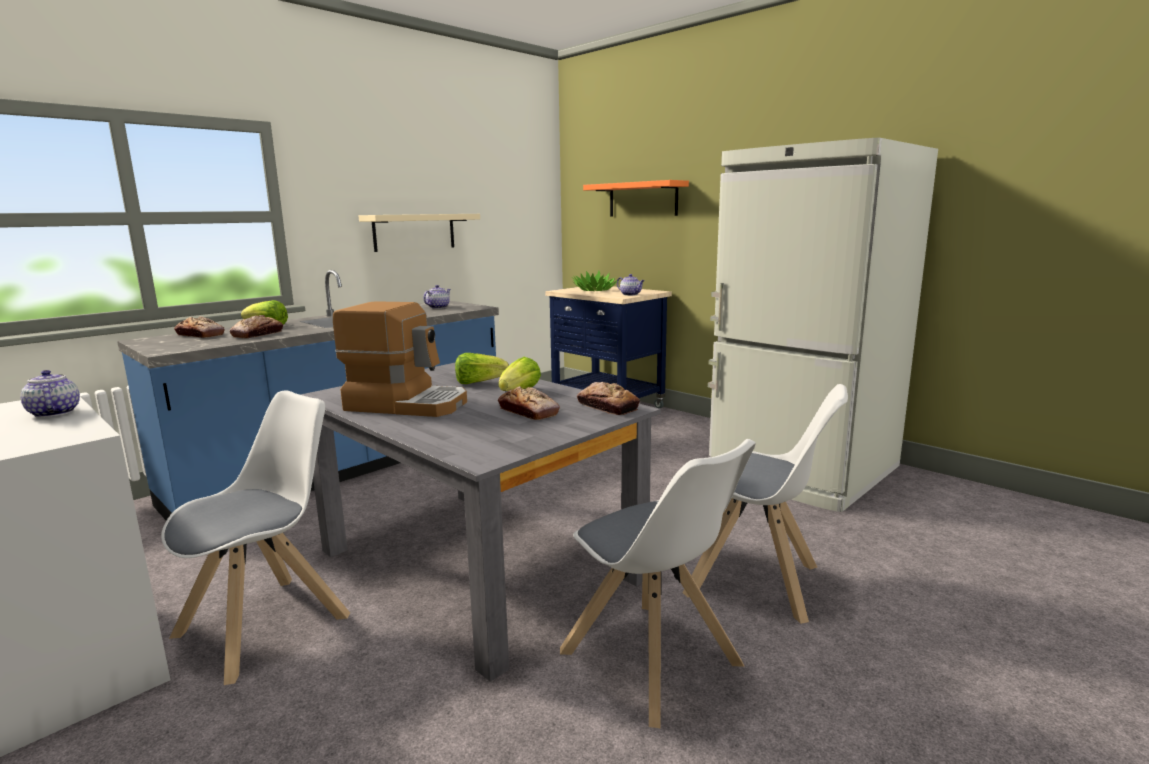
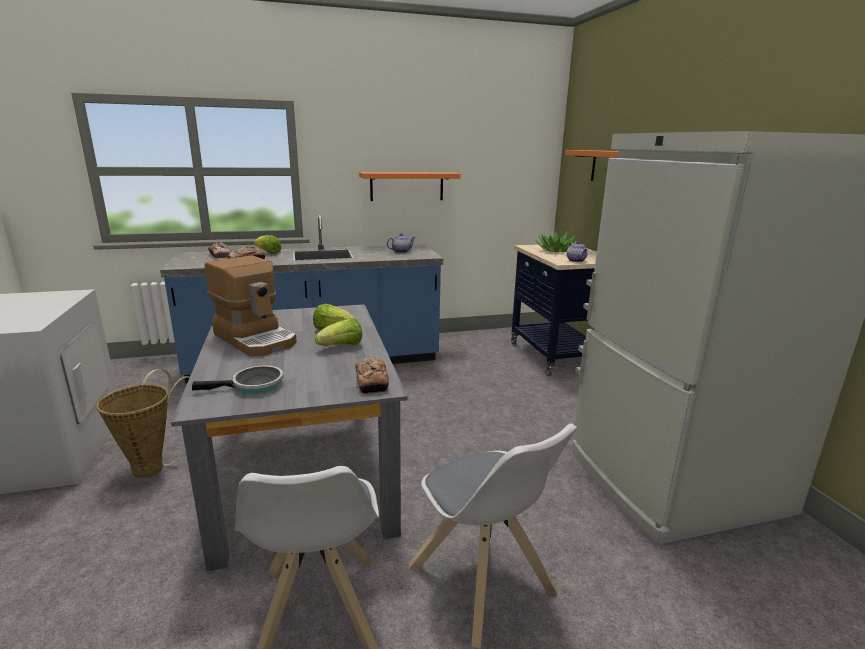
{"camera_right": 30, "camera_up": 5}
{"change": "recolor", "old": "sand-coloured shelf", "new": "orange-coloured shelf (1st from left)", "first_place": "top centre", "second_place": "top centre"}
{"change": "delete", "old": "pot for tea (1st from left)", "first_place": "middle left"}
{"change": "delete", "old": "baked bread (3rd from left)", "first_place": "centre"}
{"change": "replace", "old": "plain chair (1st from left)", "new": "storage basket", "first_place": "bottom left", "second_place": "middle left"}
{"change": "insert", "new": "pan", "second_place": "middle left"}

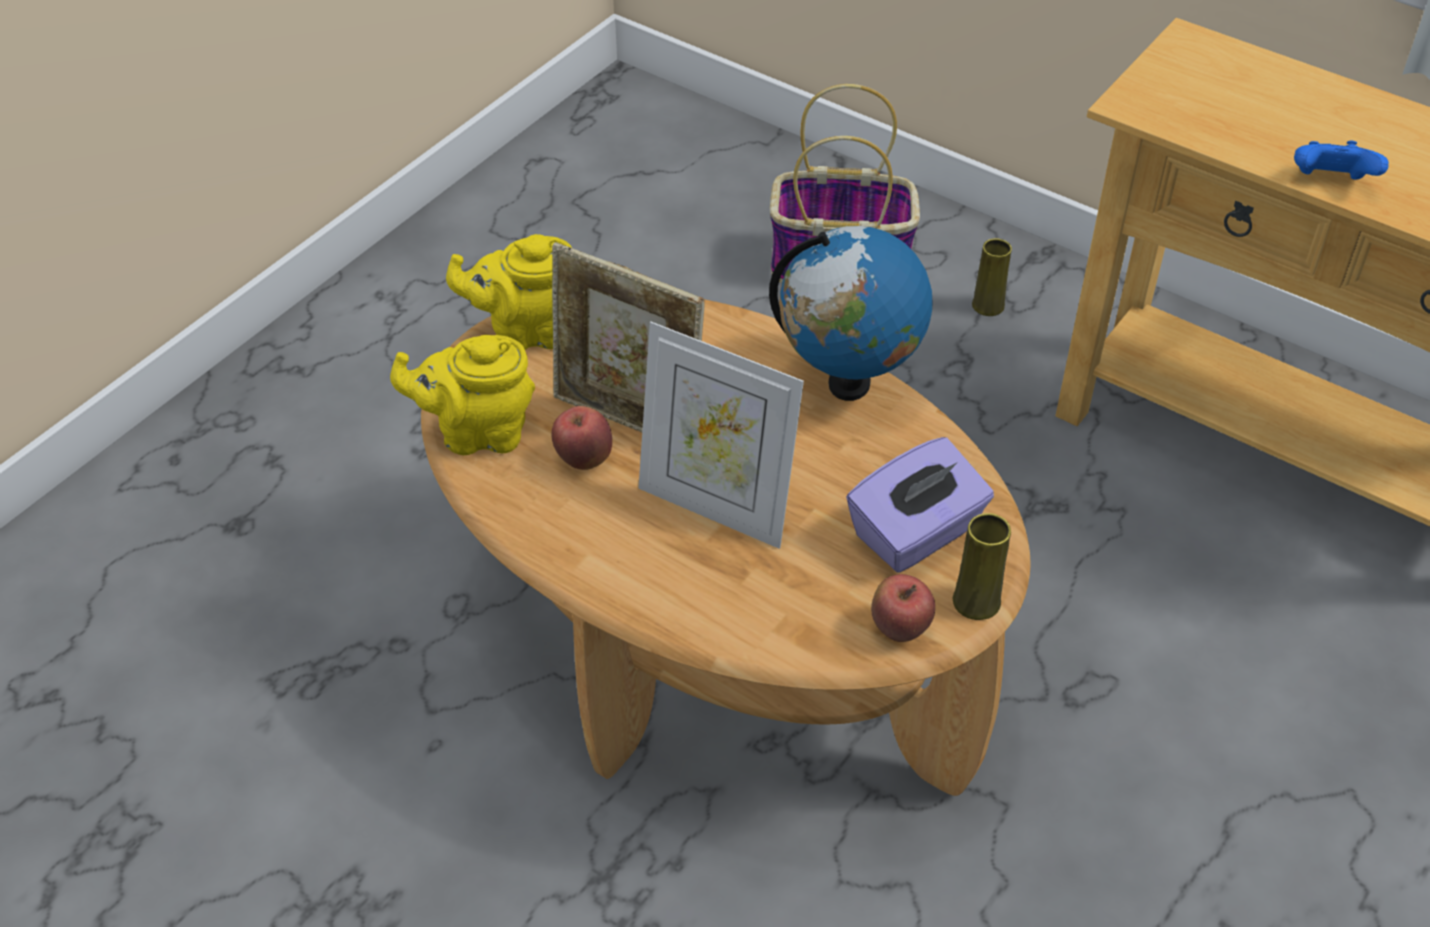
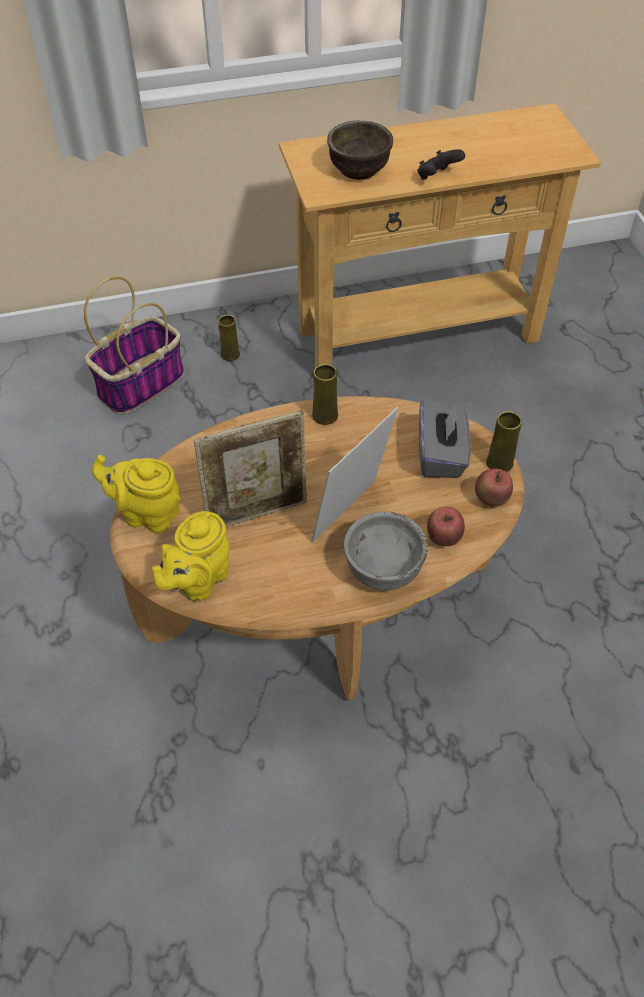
{"camera_right": -50, "camera_up": 5}
{"change": "recolor", "old": "blue joypad", "new": "blackish joypad", "first_place": "top right", "second_place": "top right"}
{"change": "replace", "old": "desk globe", "new": "yellow-coloured vase (2nd from left)", "first_place": "centre", "second_place": "centre"}
{"change": "rotate", "old": "yellow-coloured pot for tea (2nd from left in the first image)", "first_place": "top centre", "second_place": "middle left", "degrees": 75}
{"change": "rotate", "old": "photo frame (2nd from left)", "first_place": "centre", "second_place": "centre", "degrees": 150}
{"change": "move", "old": "apple (1st from left)", "first_place": "centre", "second_place": "middle right"}
{"change": "recolor", "old": "purple tissue holder", "new": "greyish tissue holder", "first_place": "centre", "second_place": "middle right"}
{"change": "insert", "new": "brown serving bowl", "second_place": "top centre"}
{"change": "insert", "new": "greyish serving bowl", "second_place": "centre"}

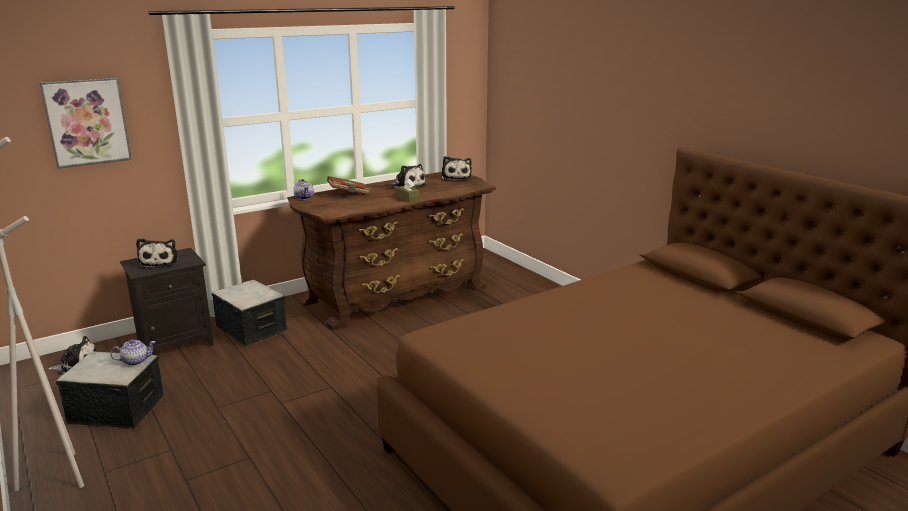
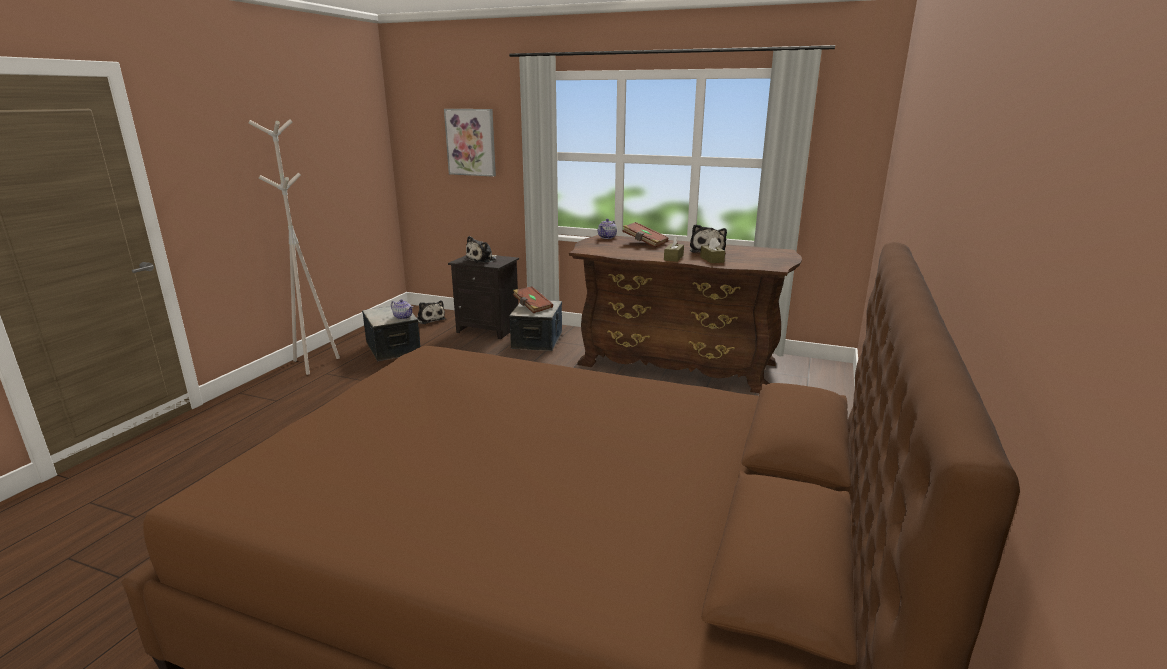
{"camera_right": 55, "camera_up": 0}
{"change": "delete", "old": "plush toy (4th from left)", "first_place": "top centre"}
{"change": "insert", "new": "brown tissue holder (2nd from left)", "second_place": "centre"}
{"change": "insert", "new": "brown volume (1st from left)", "second_place": "centre"}

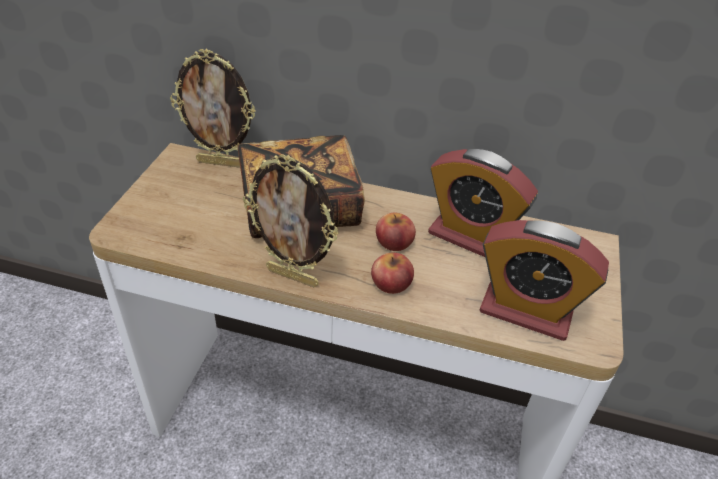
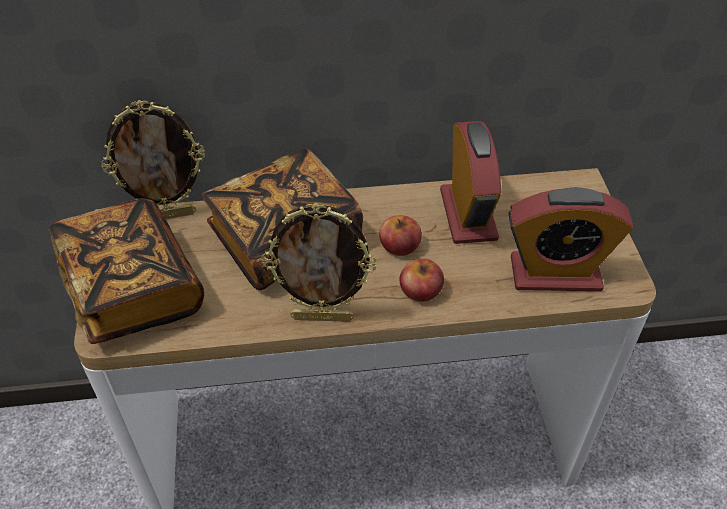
{"camera_right": -20, "camera_up": 5}
{"change": "rotate", "old": "bedside clock (1st from left)", "first_place": "middle right", "second_place": "centre", "degrees": -105}
{"change": "insert", "new": "volume (1st from left)", "second_place": "middle left"}

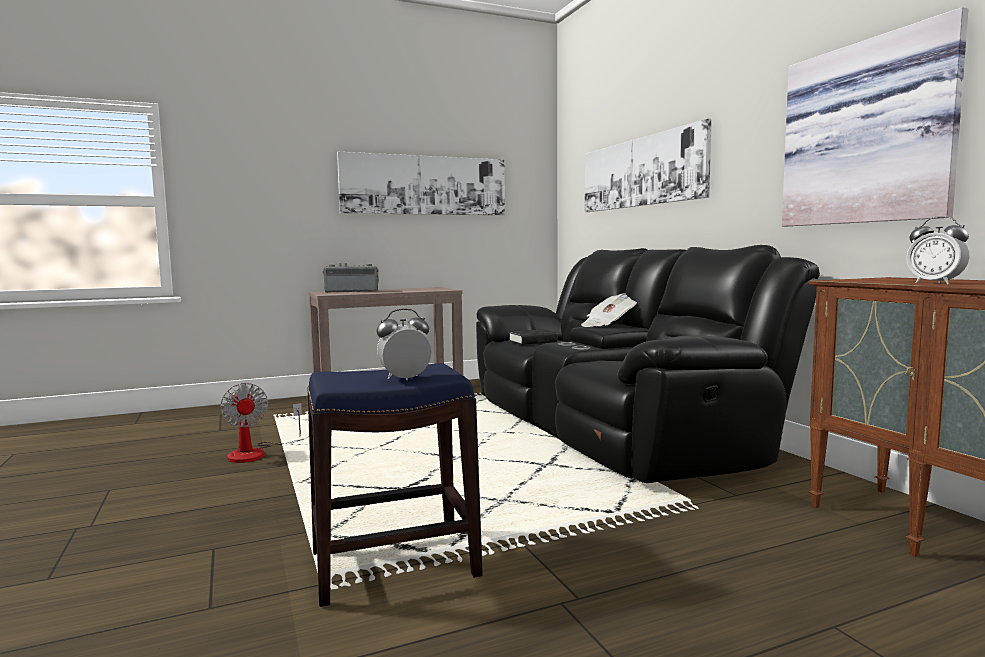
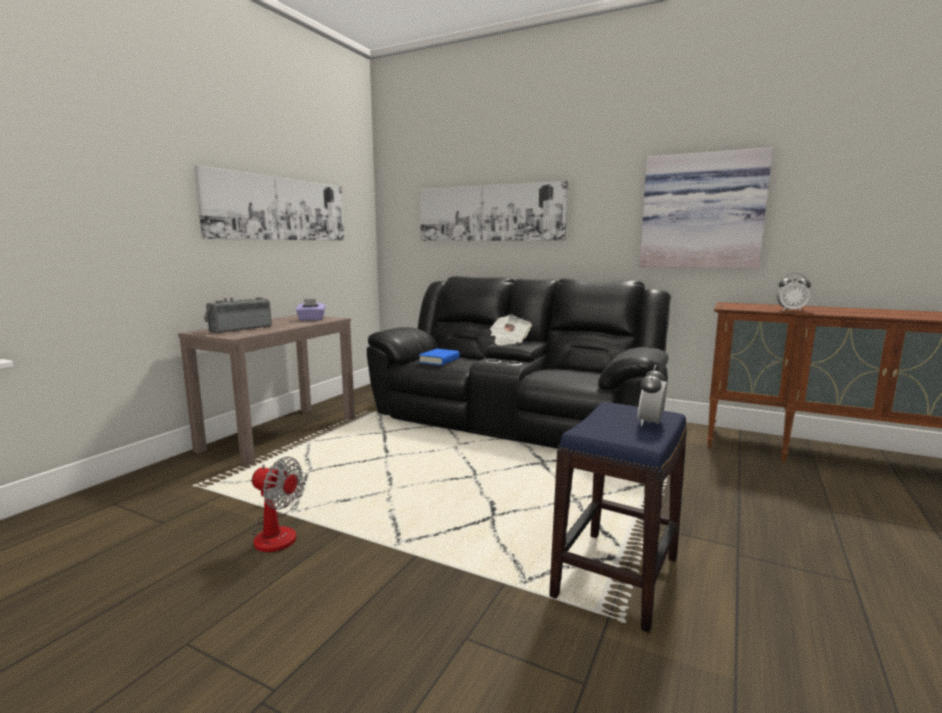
{"camera_right": -40, "camera_up": 5}
{"change": "recolor", "old": "blackish volume", "new": "blue volume", "first_place": "centre", "second_place": "centre"}
{"change": "insert", "new": "purple tissue holder", "second_place": "middle left"}

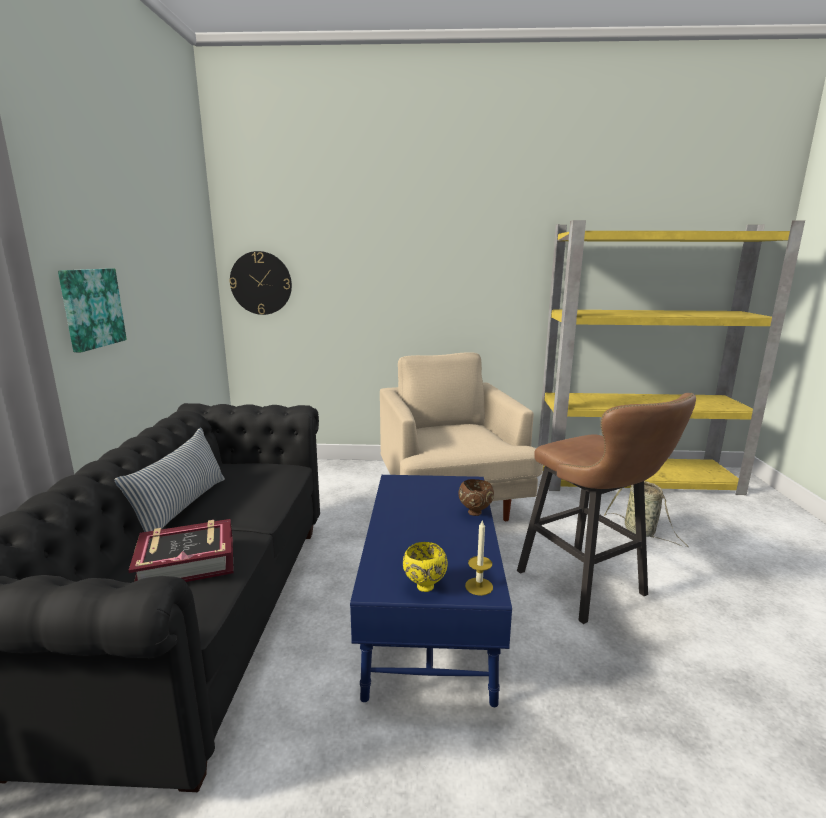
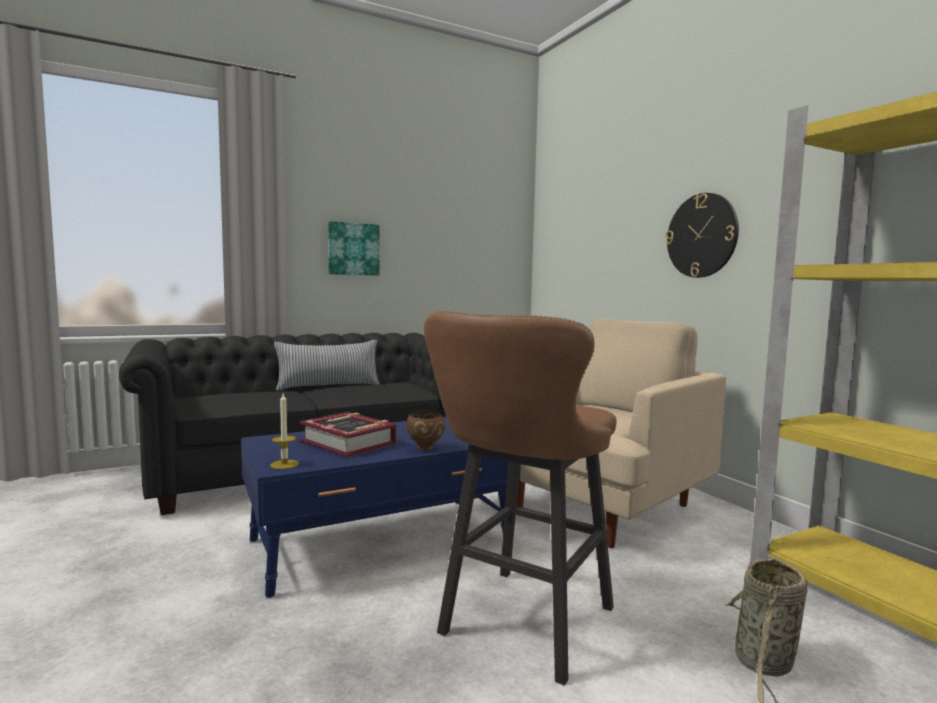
{"camera_right": 60, "camera_up": -10}
{"change": "move", "old": "wall clock", "first_place": "middle left", "second_place": "middle right"}
{"change": "move", "old": "volume", "first_place": "bottom left", "second_place": "centre"}
{"change": "delete", "old": "yellow-coloured serving bowl", "first_place": "bottom centre"}

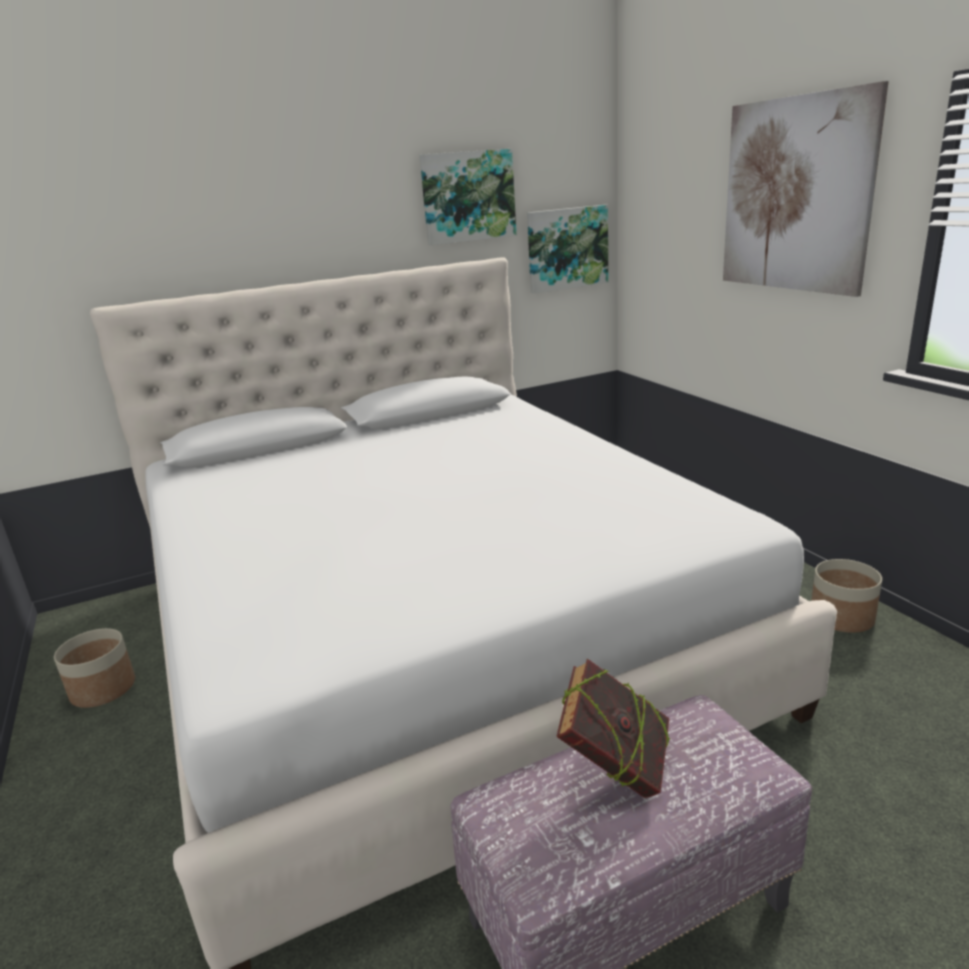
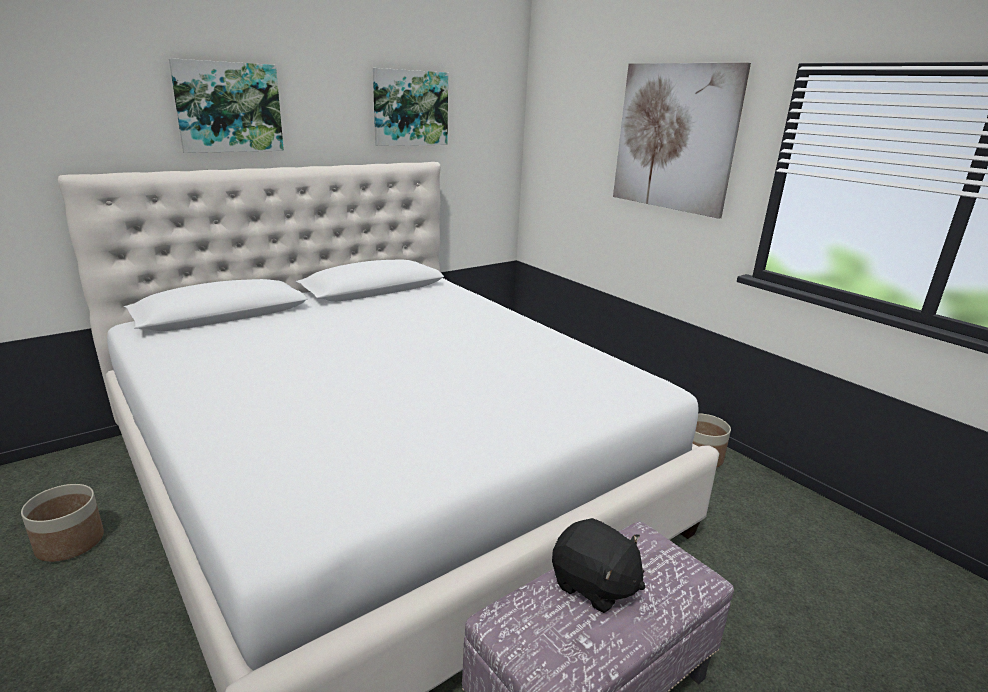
{"camera_right": -15, "camera_up": 0}
{"change": "move", "old": "picture (2nd from left in the first image)", "new": "picture (1st from left)", "first_place": "top centre", "second_place": "top left"}
{"change": "replace", "old": "volume", "new": "blackish plush toy", "first_place": "bottom centre", "second_place": "bottom centre"}

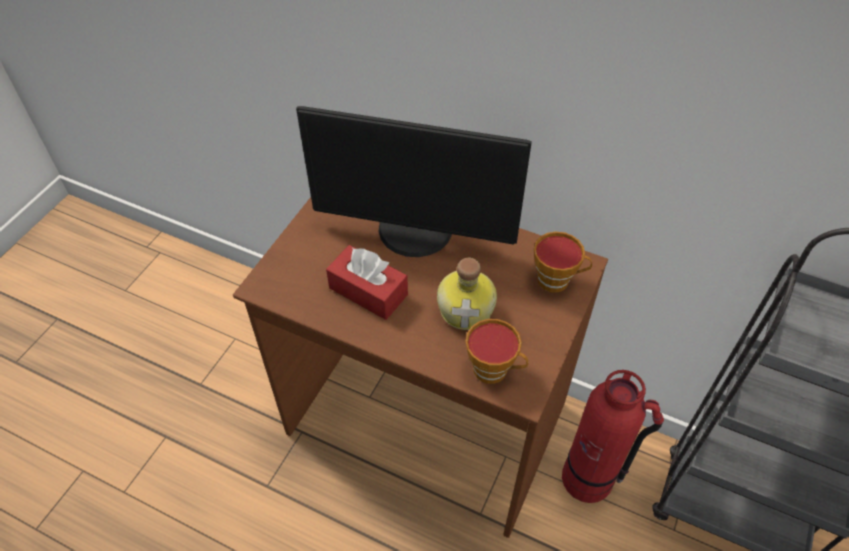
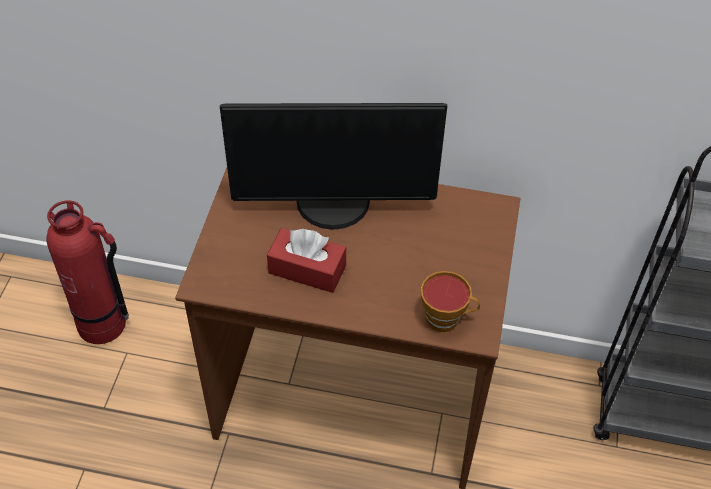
{"camera_right": -15, "camera_up": 0}
{"change": "delete", "old": "cup (2nd from left)", "first_place": "centre"}
{"change": "delete", "old": "bottle", "first_place": "centre"}
{"change": "move", "old": "fire extinguisher", "first_place": "bottom right", "second_place": "middle left"}

